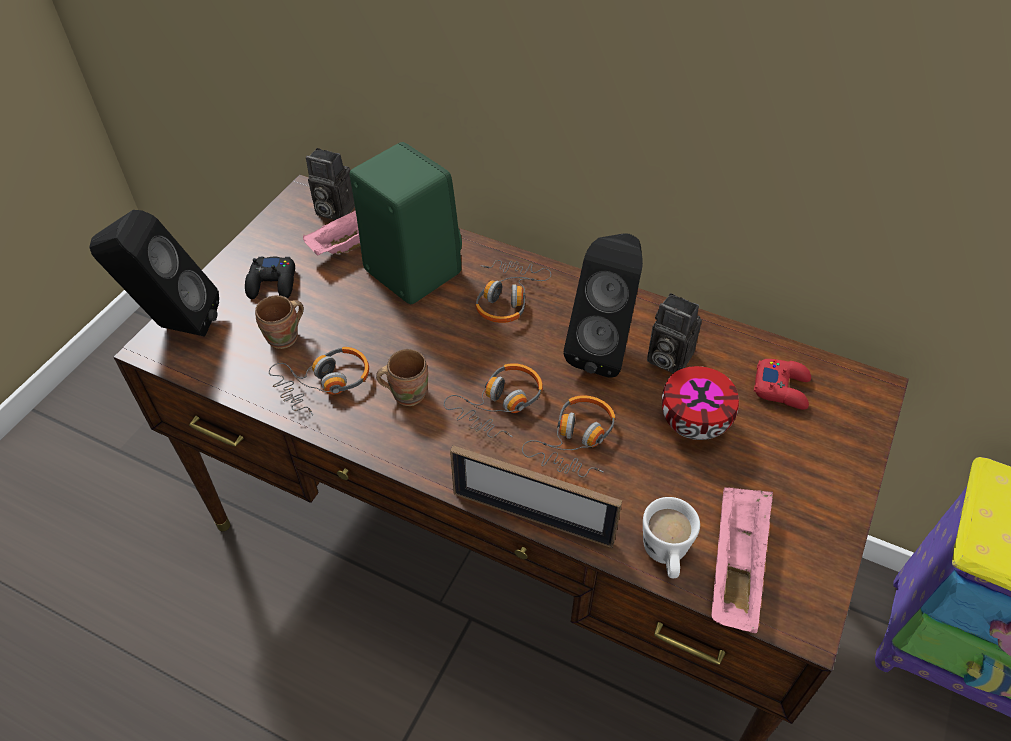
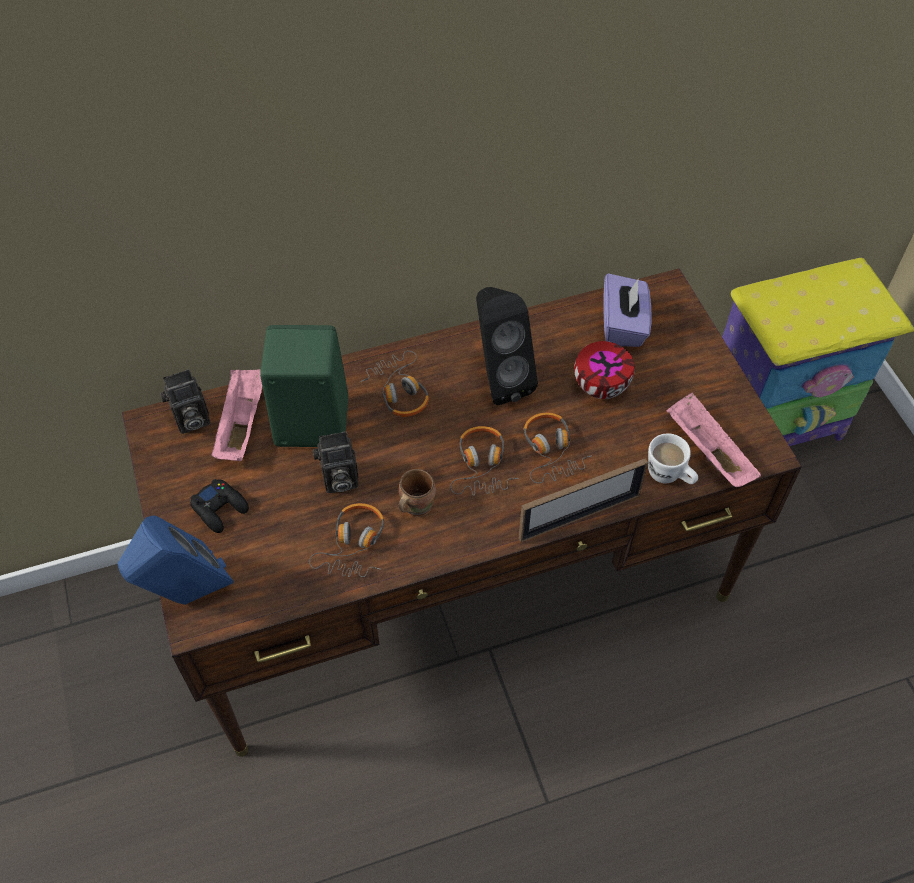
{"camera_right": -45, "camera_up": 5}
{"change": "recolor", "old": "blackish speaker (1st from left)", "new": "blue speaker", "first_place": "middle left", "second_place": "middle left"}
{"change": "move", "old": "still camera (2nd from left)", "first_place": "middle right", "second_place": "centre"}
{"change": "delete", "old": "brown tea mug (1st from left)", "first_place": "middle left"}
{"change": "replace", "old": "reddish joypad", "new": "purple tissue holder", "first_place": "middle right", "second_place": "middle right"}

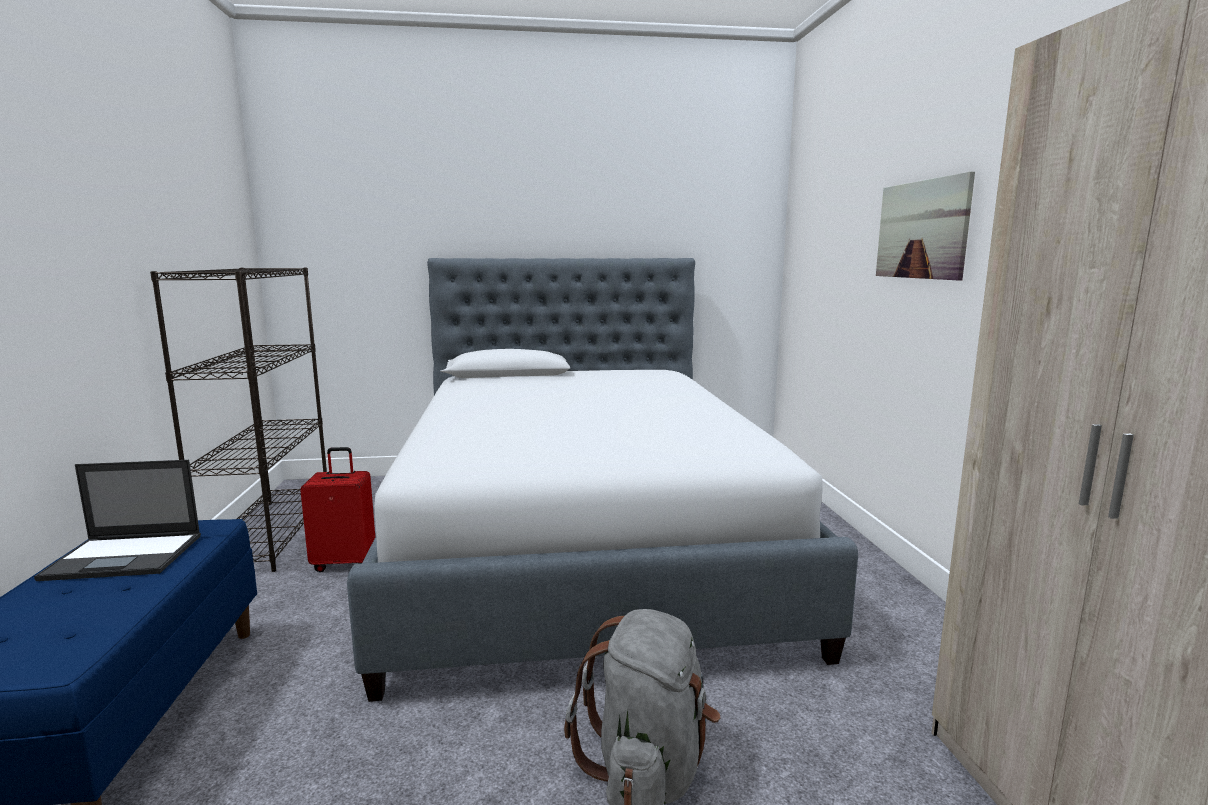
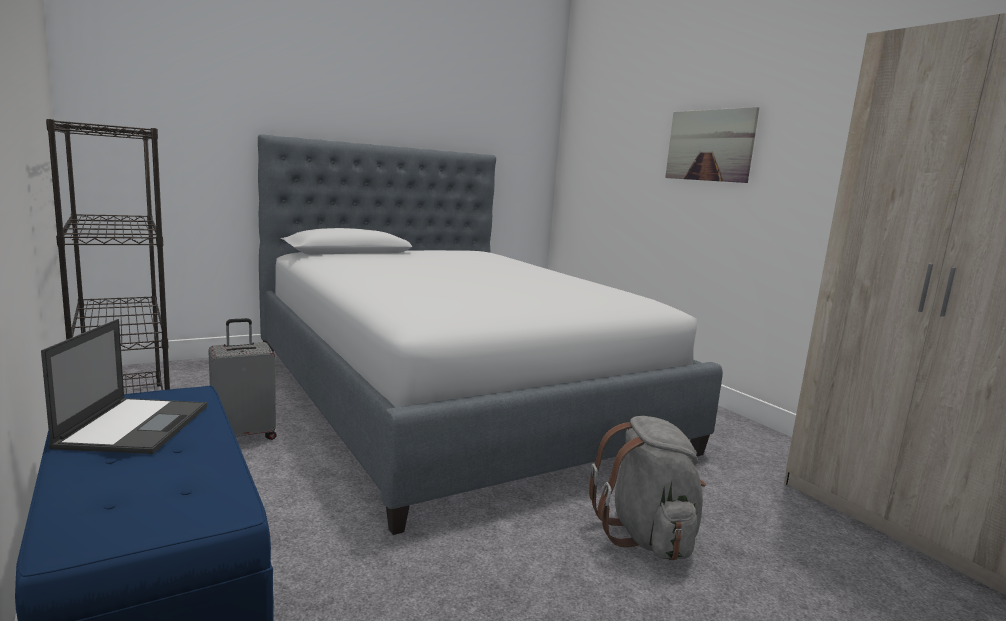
{"camera_right": -25, "camera_up": 0}
{"change": "recolor", "old": "reddish travel case", "new": "greyish travel case", "first_place": "middle left", "second_place": "middle left"}
{"change": "rotate", "old": "portable computer", "first_place": "middle left", "second_place": "middle left", "degrees": -60}

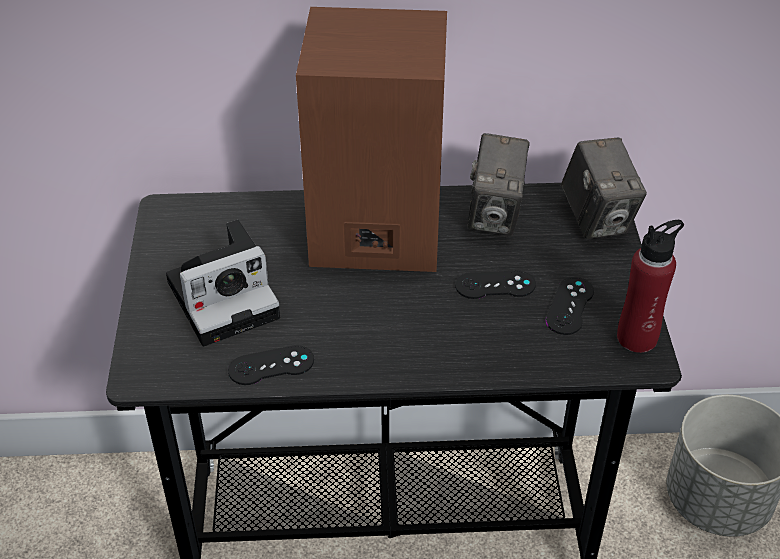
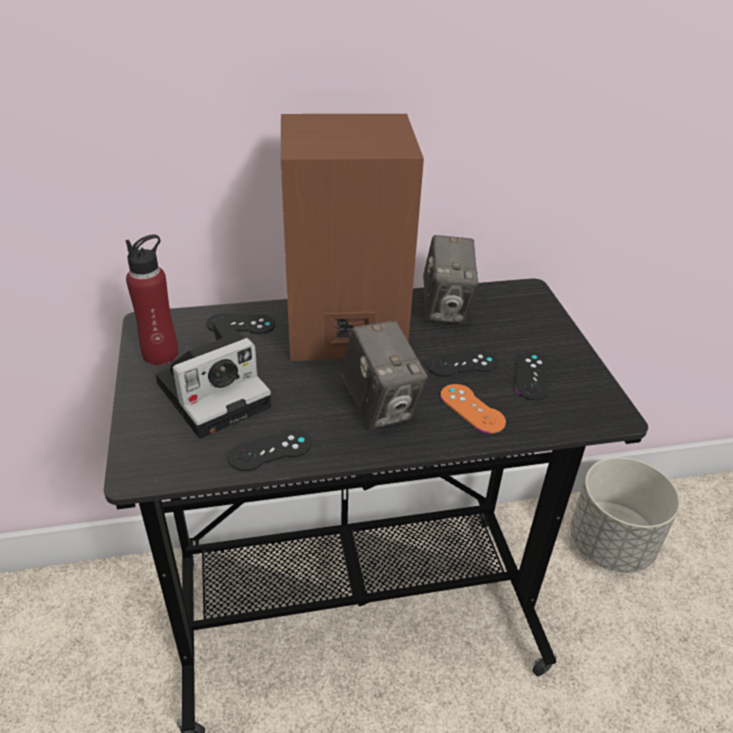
{"camera_right": -10, "camera_up": -5}
{"change": "move", "old": "still camera (3rd from left in the first image)", "new": "still camera (2nd from left)", "first_place": "middle right", "second_place": "centre"}
{"change": "move", "old": "reddish bottle", "first_place": "middle right", "second_place": "middle left"}
{"change": "insert", "new": "blackish joypad (1st from left)", "second_place": "middle left"}
{"change": "insert", "new": "orange-coloured joypad", "second_place": "centre"}

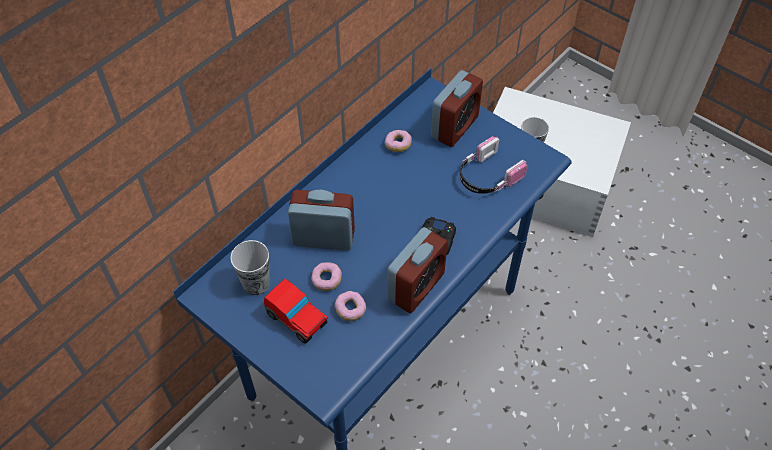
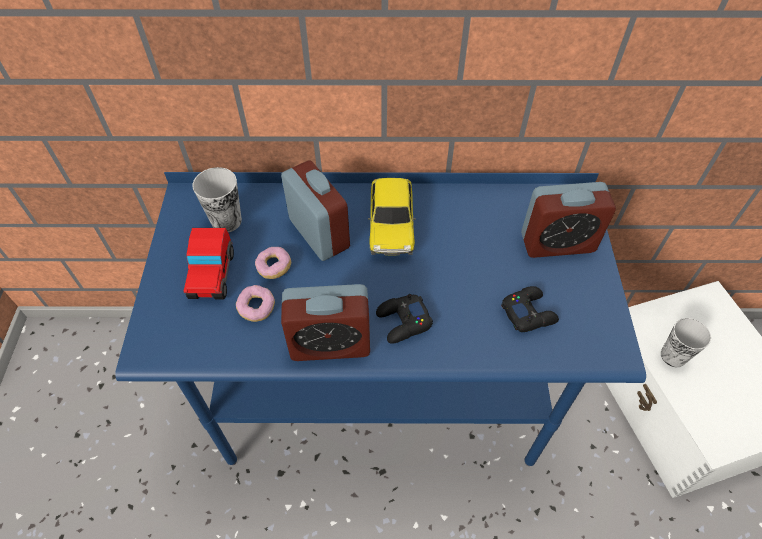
{"camera_right": 50, "camera_up": 0}
{"change": "delete", "old": "ring doughnut (3rd from left)", "first_place": "top centre"}
{"change": "replace", "old": "pair of headphones", "new": "blackish joypad (2nd from left)", "first_place": "centre", "second_place": "middle right"}
{"change": "insert", "new": "miniature car (2nd from left)", "second_place": "centre"}

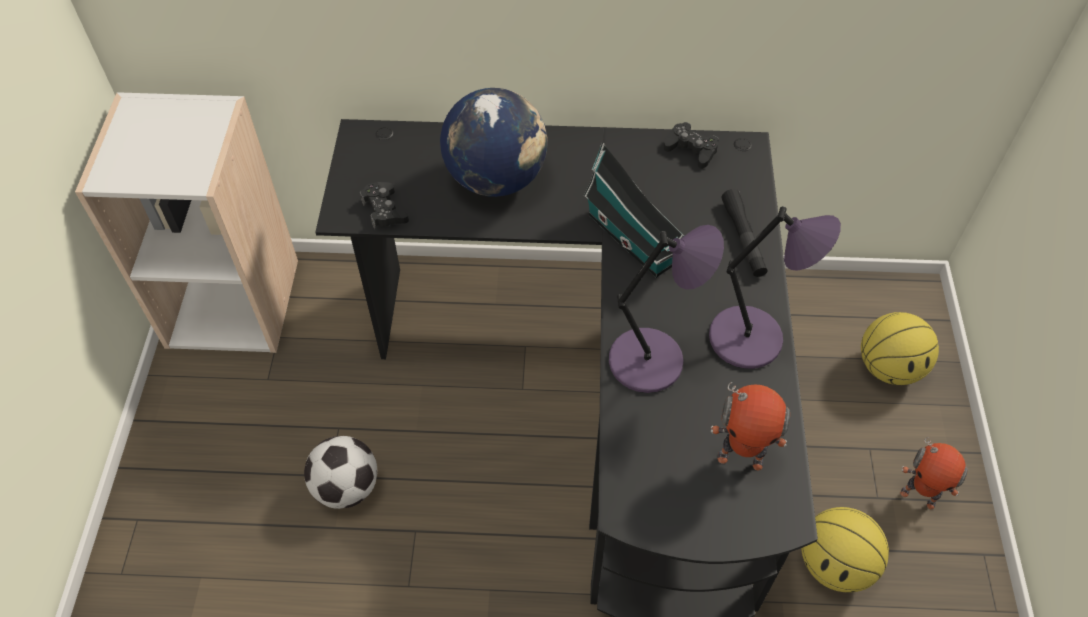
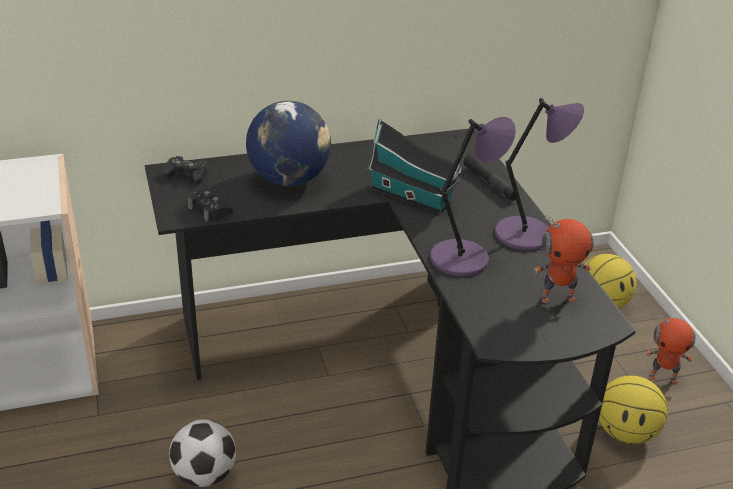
{"camera_right": -20, "camera_up": -20}
{"change": "move", "old": "blackish joypad (2nd from left in the first image)", "new": "blackish joypad (1st from left)", "first_place": "top centre", "second_place": "middle left"}

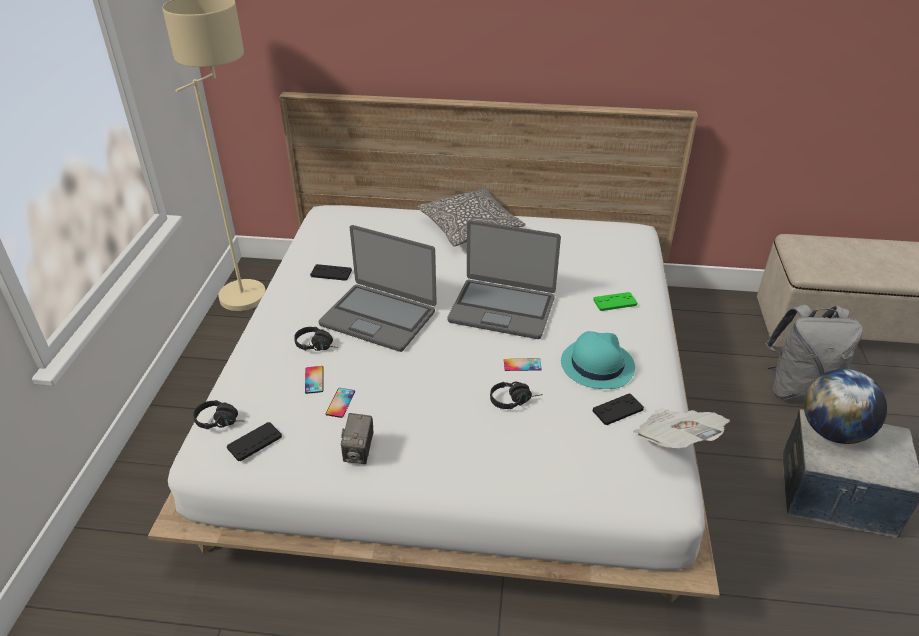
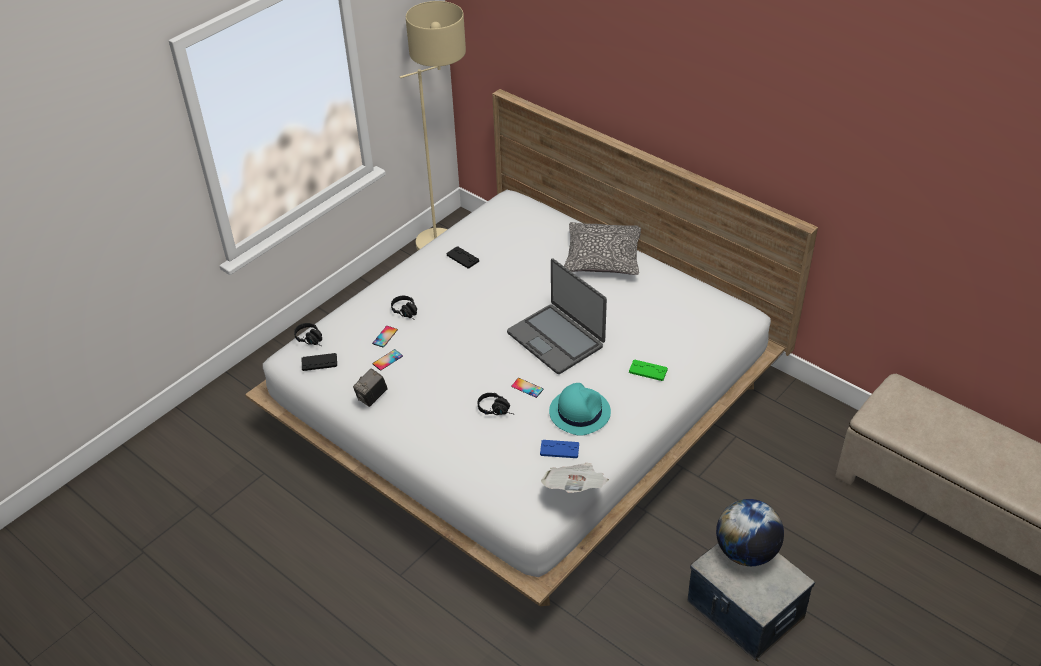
{"camera_right": 35, "camera_up": 5}
{"change": "delete", "old": "portable computer (1st from left)", "first_place": "centre"}
{"change": "delete", "old": "greyish backpack", "first_place": "middle right"}
{"change": "recolor", "old": "blackish joypad (3rd from left)", "new": "blue joypad", "first_place": "middle right", "second_place": "bottom centre"}

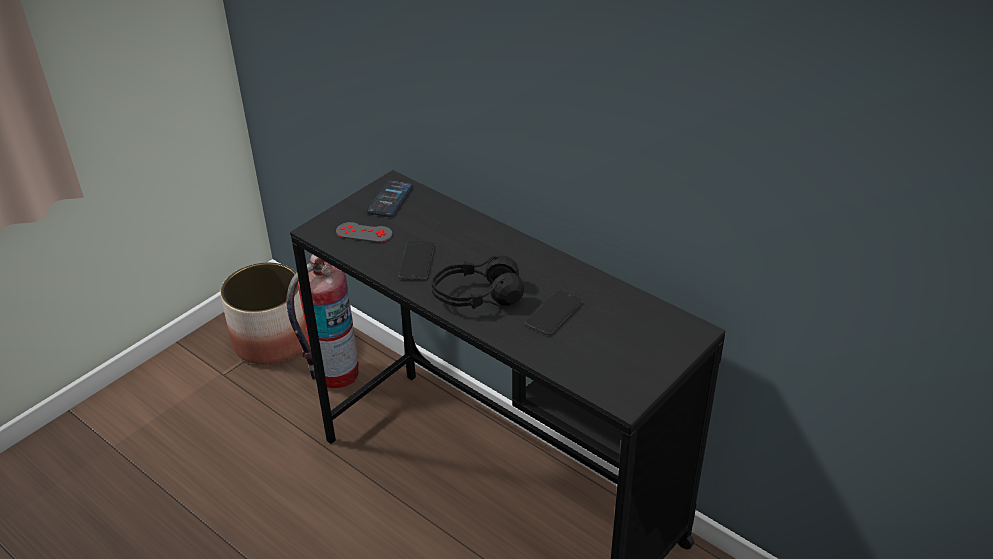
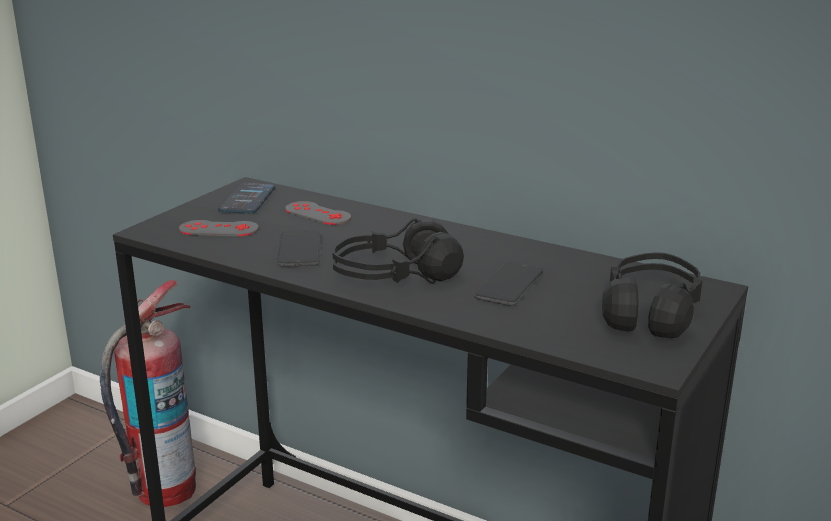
{"camera_right": -10, "camera_up": -15}
{"change": "delete", "old": "planter", "first_place": "middle left"}
{"change": "insert", "new": "greyish joypad (2nd from left)", "second_place": "centre"}
{"change": "insert", "new": "blackish pair of headphones (2nd from left)", "second_place": "middle right"}

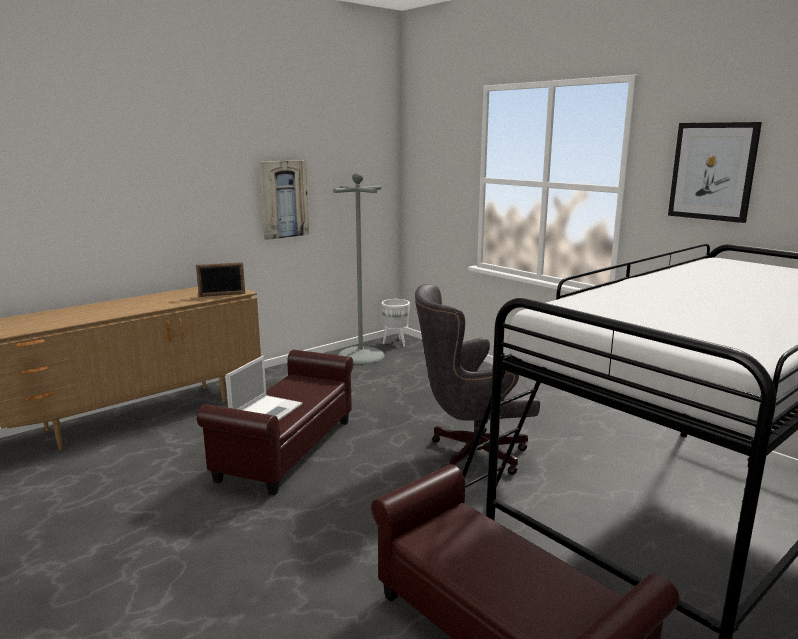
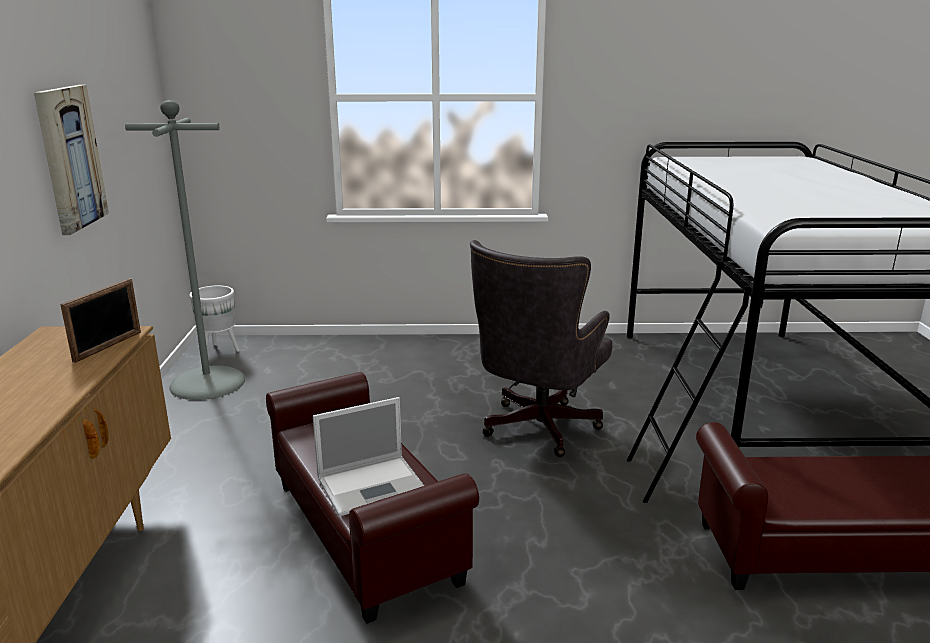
{"camera_right": -50, "camera_up": 5}
{"change": "delete", "old": "picture (2nd from left)", "first_place": "top right"}
{"change": "rotate", "old": "portable computer", "first_place": "middle left", "second_place": "bottom centre", "degrees": 90}

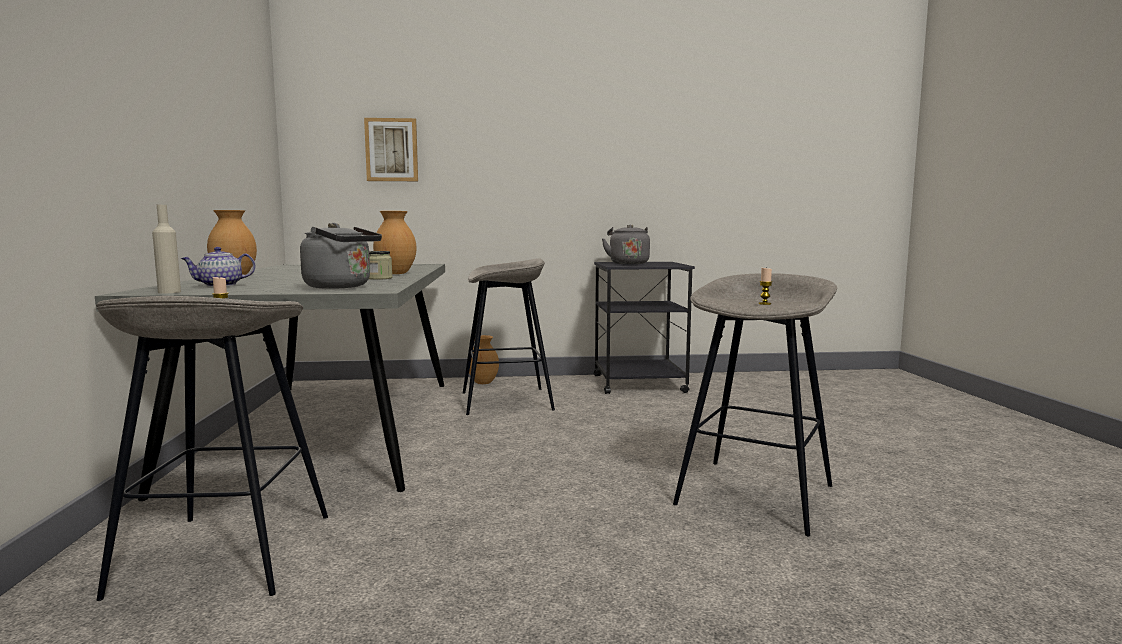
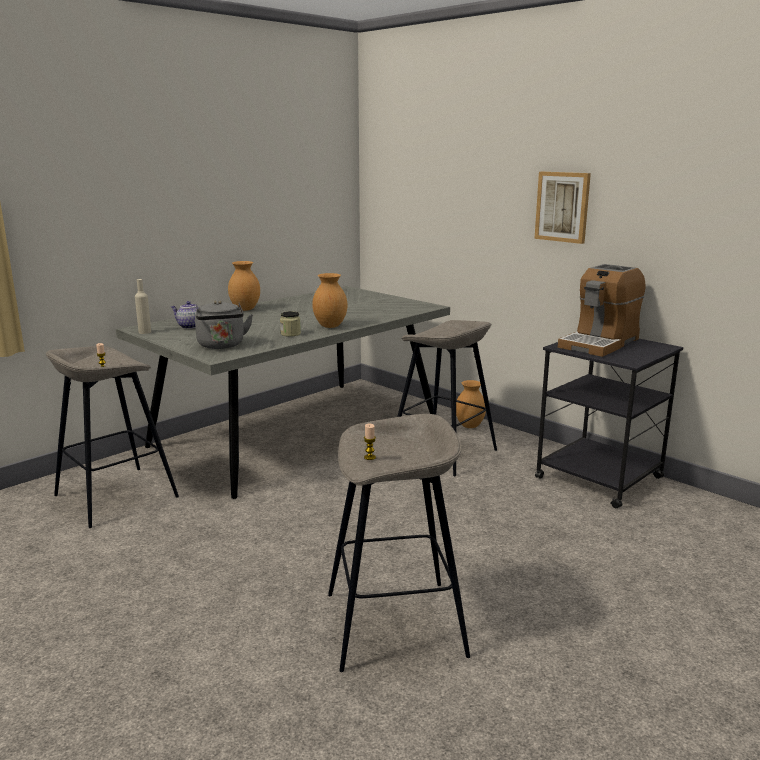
{"camera_right": 50, "camera_up": 10}
{"change": "move", "old": "picture", "first_place": "top centre", "second_place": "top right"}
{"change": "replace", "old": "greyish water kettle (2nd from left)", "new": "coffee maker", "first_place": "centre", "second_place": "middle right"}

